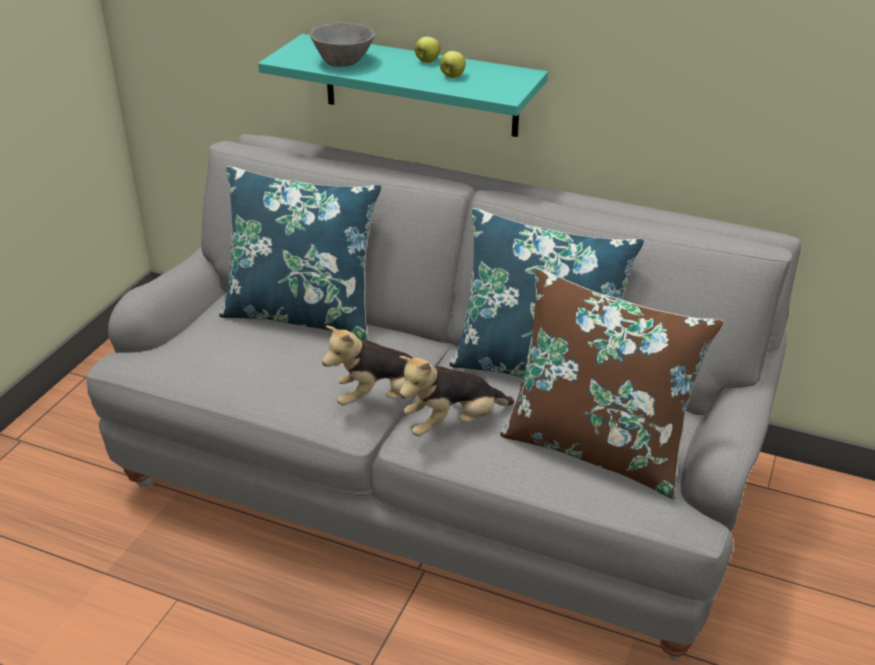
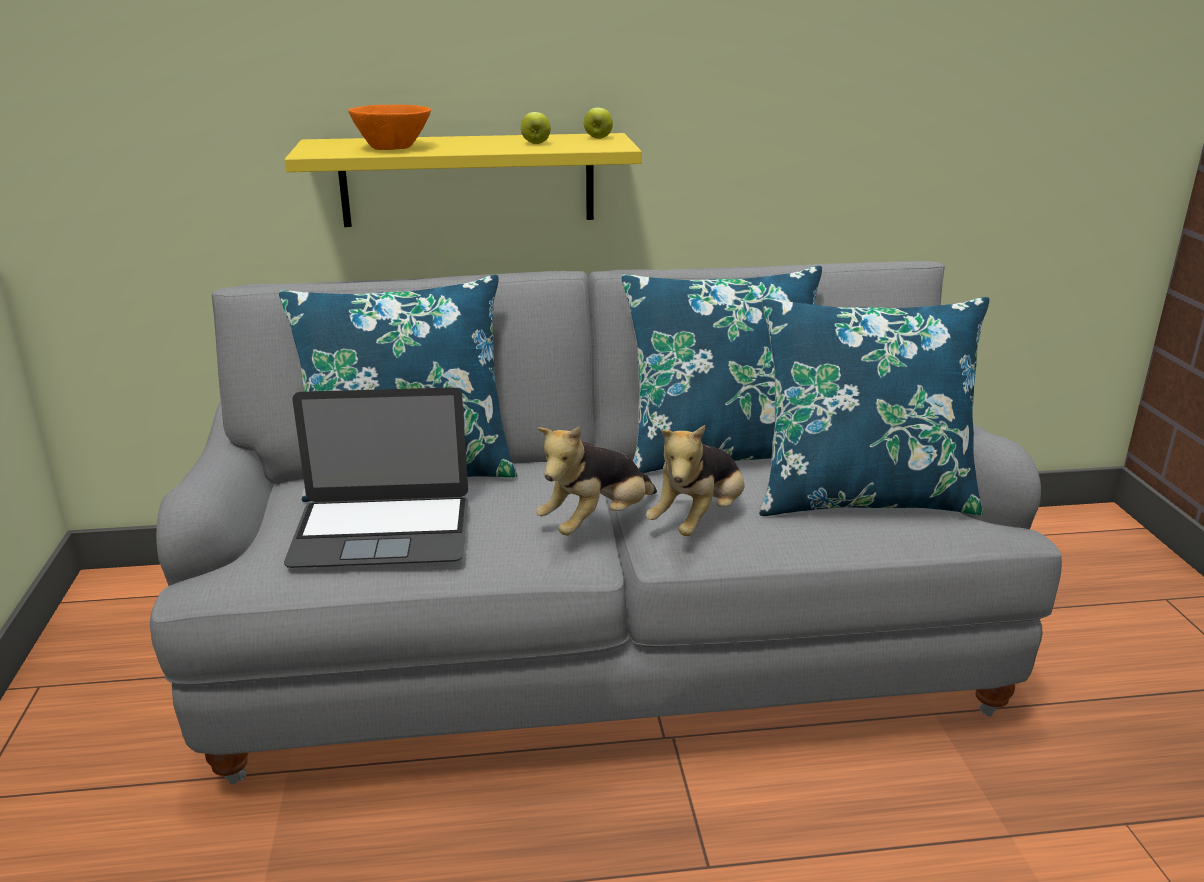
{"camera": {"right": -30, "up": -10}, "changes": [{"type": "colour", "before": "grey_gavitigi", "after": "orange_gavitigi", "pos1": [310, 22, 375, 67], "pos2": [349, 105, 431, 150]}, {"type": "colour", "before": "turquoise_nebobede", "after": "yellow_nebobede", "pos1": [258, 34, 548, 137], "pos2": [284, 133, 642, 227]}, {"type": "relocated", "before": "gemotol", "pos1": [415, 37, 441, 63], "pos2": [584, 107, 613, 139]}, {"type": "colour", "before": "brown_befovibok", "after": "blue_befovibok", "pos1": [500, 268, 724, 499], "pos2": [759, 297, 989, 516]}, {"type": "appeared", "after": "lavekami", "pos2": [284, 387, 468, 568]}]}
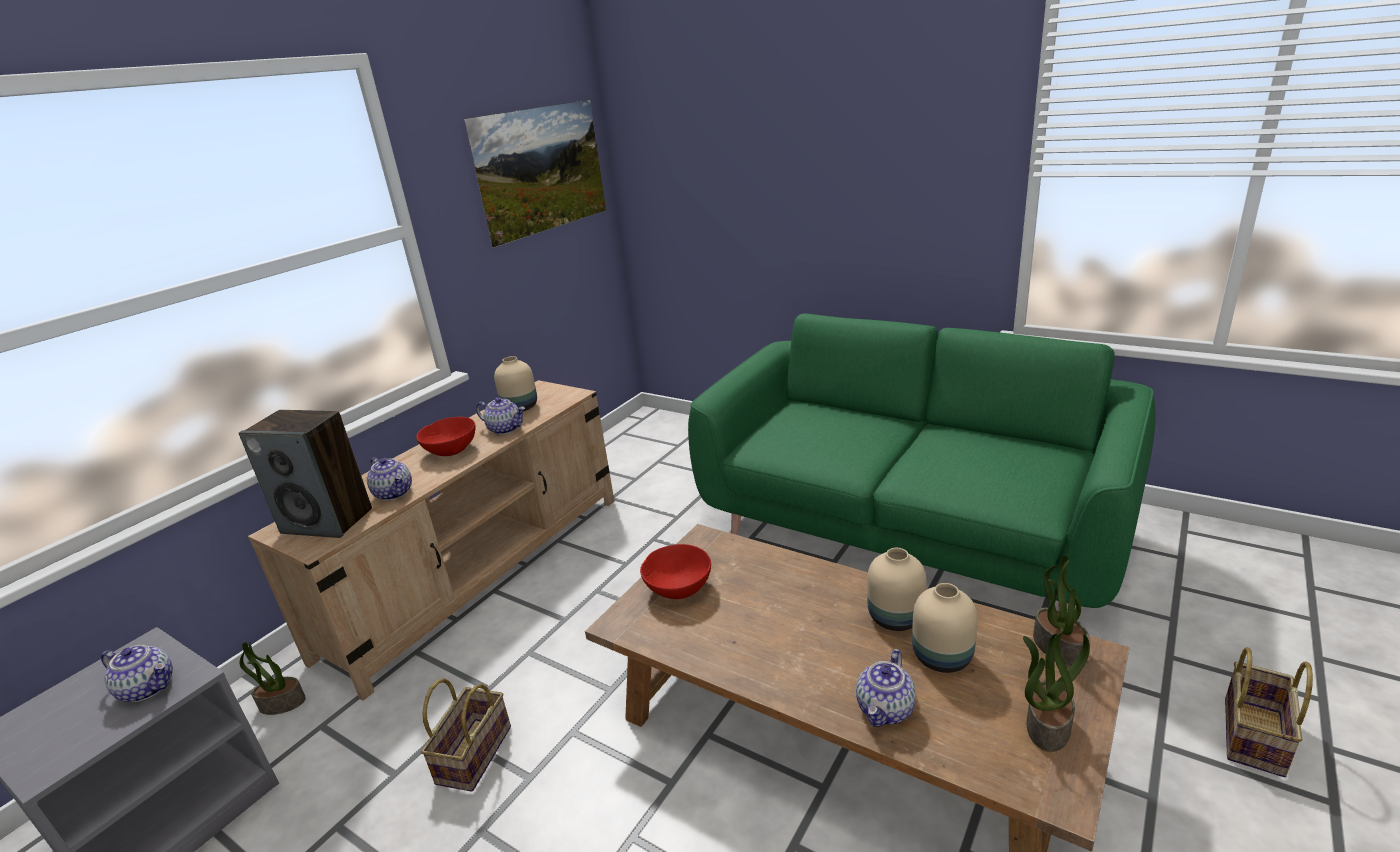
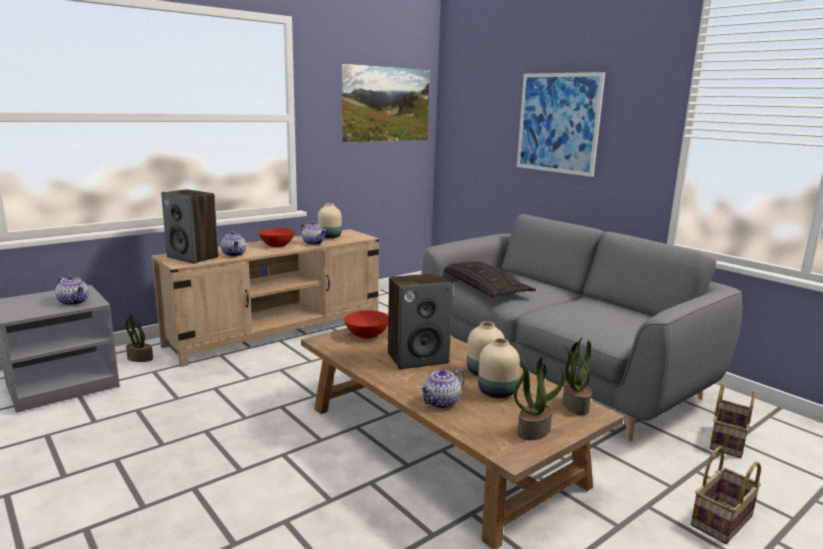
{"camera": {"right": 15, "up": -10}, "changes": [{"type": "colour", "before": "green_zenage", "after": "grey_zenage", "pos1": [688, 313, 1156, 611], "pos2": [422, 214, 742, 441]}, {"type": "relocated", "before": "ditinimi", "pos1": [421, 678, 511, 792], "pos2": [709, 382, 756, 458]}, {"type": "appeared", "after": "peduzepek", "pos2": [517, 72, 605, 177]}, {"type": "appeared", "after": "befovibok", "pos2": [444, 261, 536, 297]}, {"type": "appeared", "after": "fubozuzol", "pos2": [388, 273, 453, 369]}]}
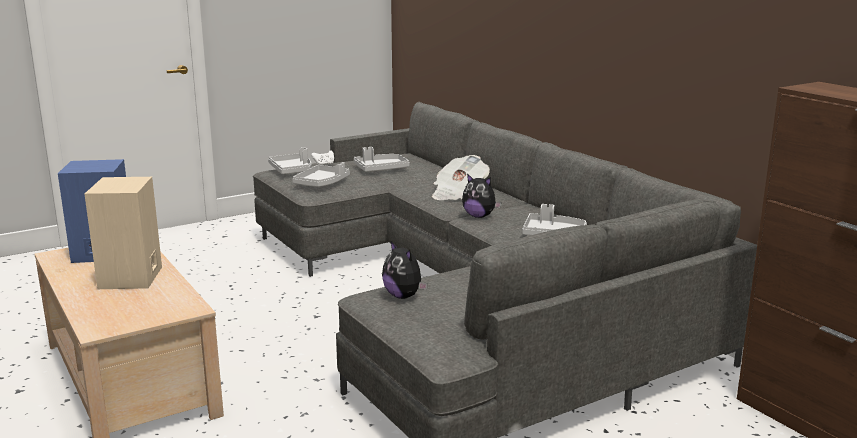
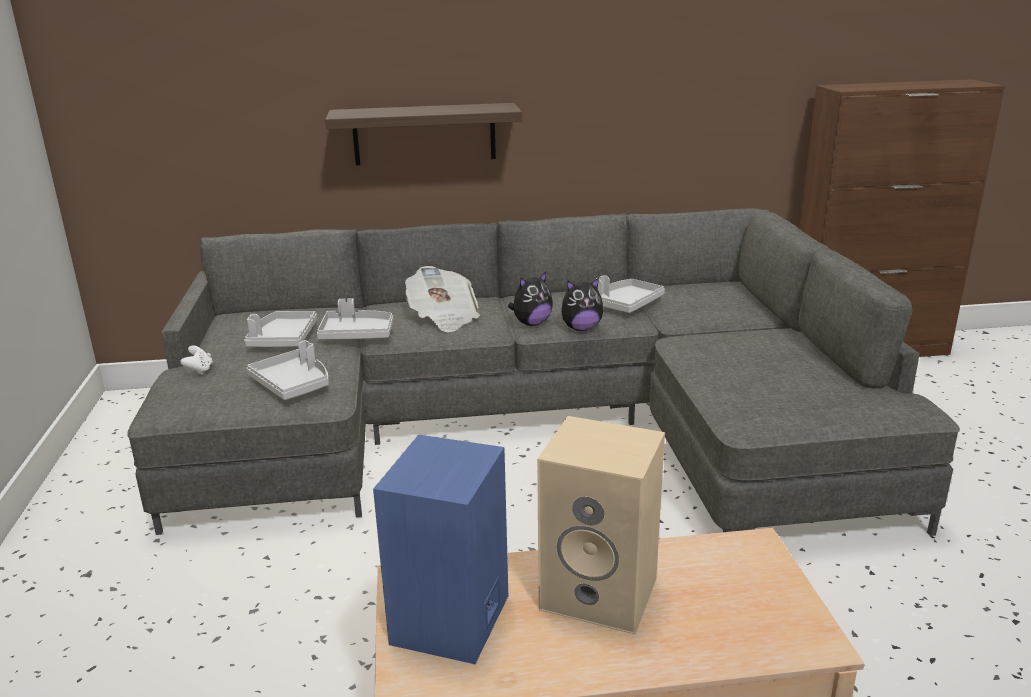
{"camera": {"right": -65, "up": 5}, "changes": [{"type": "relocated", "before": "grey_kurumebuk", "pos1": [268, 147, 311, 174], "pos2": [317, 298, 393, 340]}, {"type": "relocated", "before": "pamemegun", "pos1": [382, 241, 428, 299], "pos2": [561, 278, 604, 331]}, {"type": "appeared", "after": "nebobede", "pos2": [325, 103, 522, 165]}]}
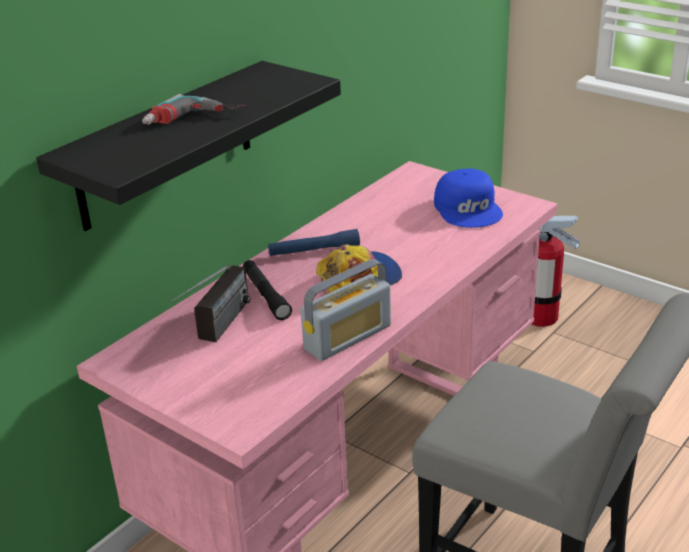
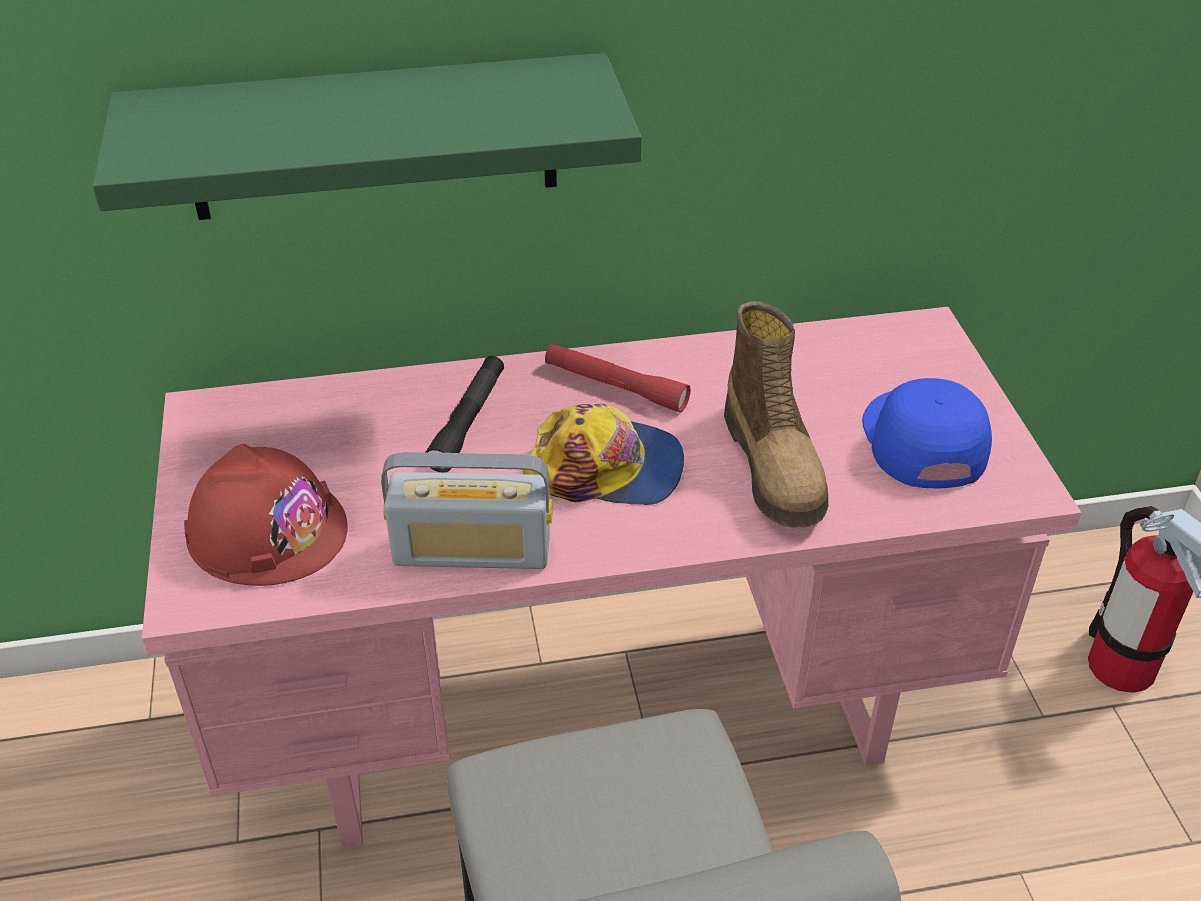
{"camera": {"right": 40, "up": 10}, "changes": [{"type": "colour", "before": "black_nebobede", "after": "green_nebobede", "pos1": [36, 61, 341, 231], "pos2": [92, 53, 642, 220]}, {"type": "missing", "before": "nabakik", "pos1": [142, 94, 247, 125]}, {"type": "spun", "before": "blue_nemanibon", "pos1": [434, 169, 503, 228], "pos2": [862, 378, 992, 488], "turn": 150}, {"type": "colour", "before": "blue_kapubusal", "after": "red_kapubusal", "pos1": [268, 229, 360, 256], "pos2": [545, 344, 691, 413]}, {"type": "missing", "before": "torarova", "pos1": [169, 265, 250, 342]}, {"type": "appeared", "after": "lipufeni", "pos2": [724, 301, 828, 528]}, {"type": "appeared", "after": "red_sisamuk", "pos2": [184, 444, 348, 586]}]}
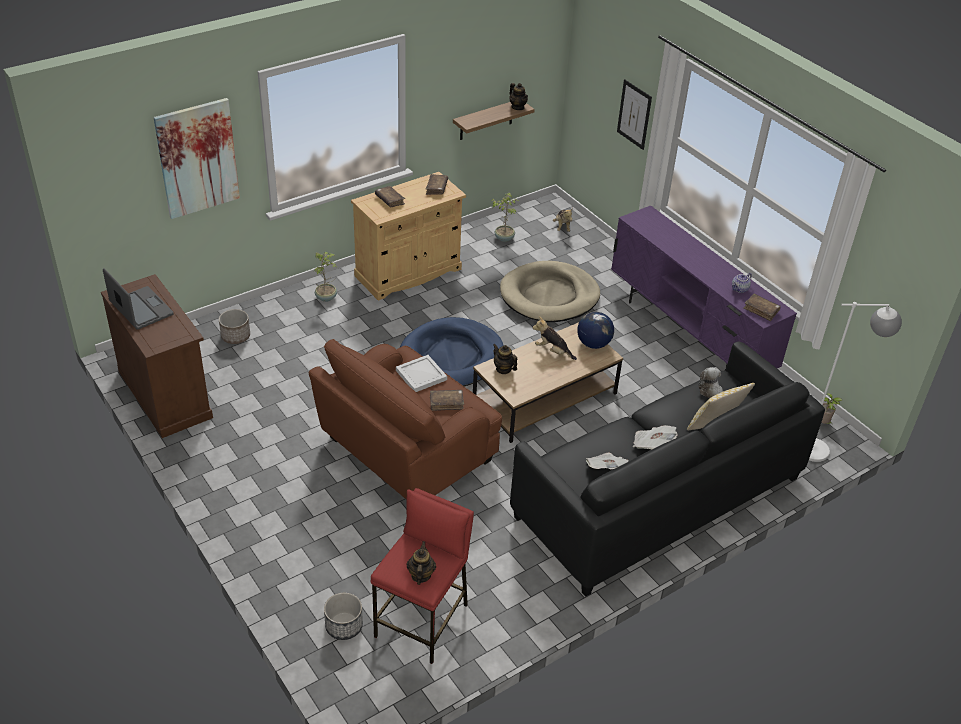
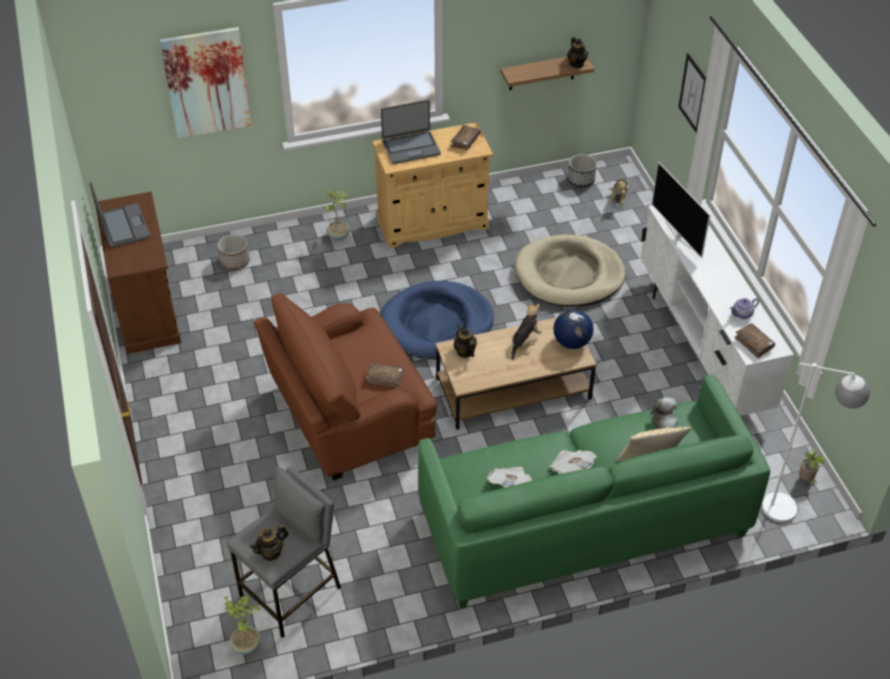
{"camera": {"right": 20, "up": 5}, "changes": [{"type": "exchanged", "before": "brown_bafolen", "after": "lavekami", "pos1": [375, 186, 405, 207], "pos2": [381, 100, 441, 164]}, {"type": "relocated", "before": "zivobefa", "pos1": [491, 193, 519, 242], "pos2": [224, 595, 262, 655]}, {"type": "colour", "before": "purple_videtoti", "after": "white_videtoti", "pos1": [611, 206, 797, 371], "pos2": [641, 205, 794, 416]}, {"type": "spun", "before": "pamemegun", "pos1": [533, 316, 577, 360], "pos2": [511, 303, 542, 360], "turn": 75}, {"type": "colour", "before": "black_zenage", "after": "green_zenage", "pos1": [510, 341, 825, 597], "pos2": [418, 374, 770, 608]}, {"type": "missing", "before": "white_kurumebuk", "pos1": [396, 355, 447, 392]}, {"type": "colour", "before": "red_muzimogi", "after": "grey_muzimogi", "pos1": [370, 488, 474, 664], "pos2": [227, 466, 341, 638]}, {"type": "spun", "before": "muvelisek", "pos1": [406, 541, 436, 585], "pos2": [250, 524, 288, 561], "turn": -150}, {"type": "relocated", "before": "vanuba", "pos1": [324, 593, 363, 640], "pos2": [568, 154, 597, 188]}, {"type": "appeared", "after": "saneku", "pos2": [652, 162, 711, 258]}]}
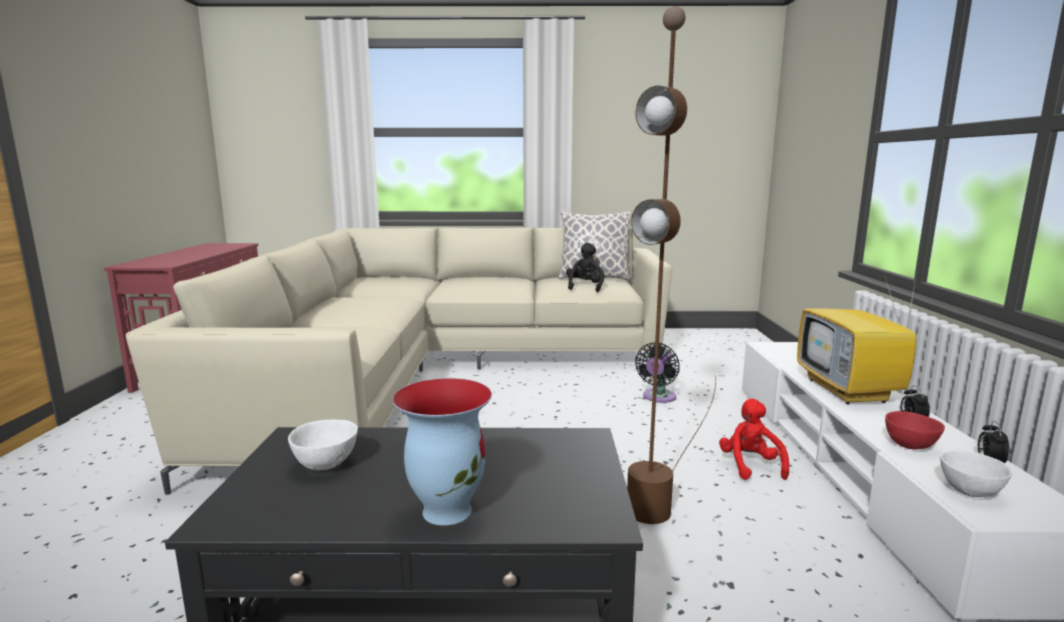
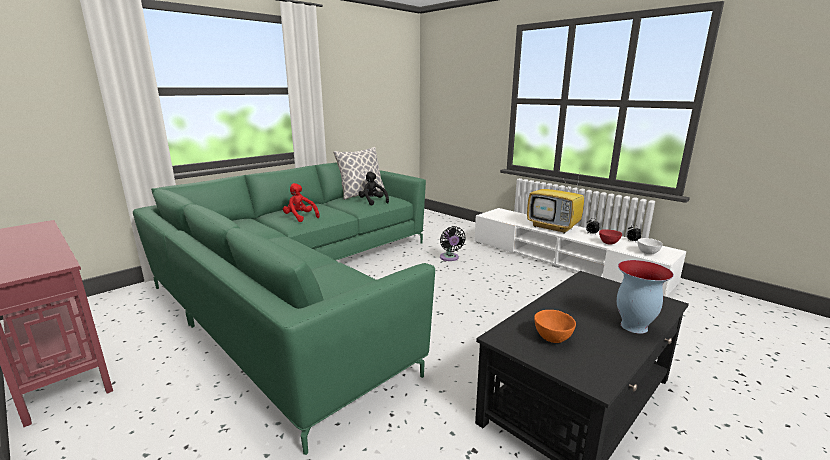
{"camera": {"right": -45, "up": 5}, "changes": [{"type": "missing", "before": "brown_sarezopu", "pos1": [627, 6, 716, 524]}, {"type": "colour", "before": "beige_zenage", "after": "green_zenage", "pos1": [126, 227, 672, 495], "pos2": [133, 162, 435, 455]}, {"type": "relocated", "before": "red_pamemegun", "pos1": [719, 398, 789, 480], "pos2": [283, 183, 320, 222]}, {"type": "colour", "before": "white_gavitigi", "after": "orange_gavitigi", "pos1": [288, 420, 358, 470], "pos2": [534, 310, 576, 343]}]}
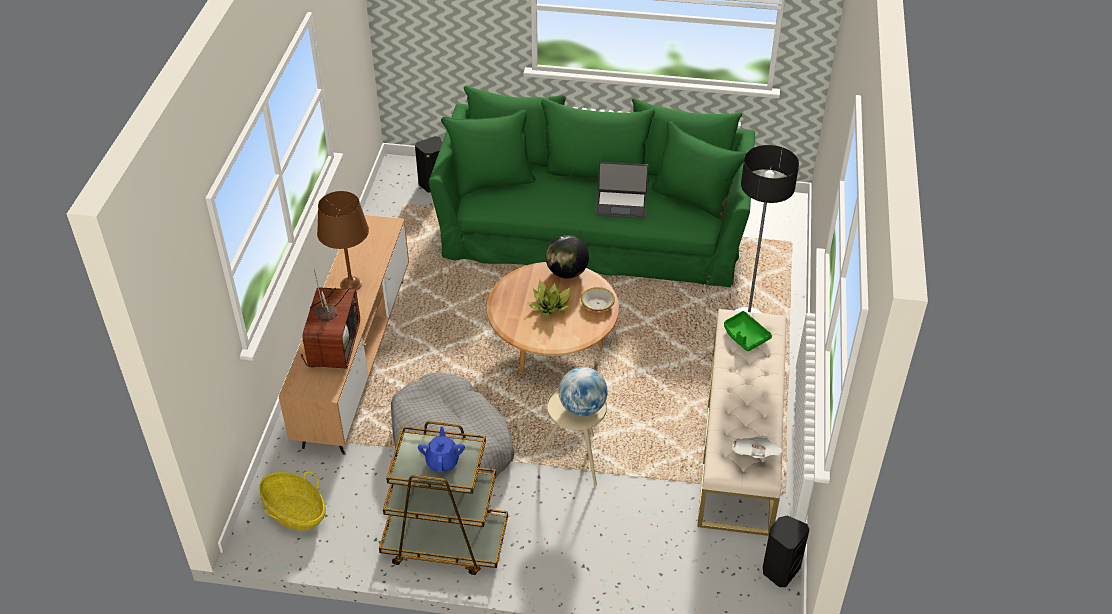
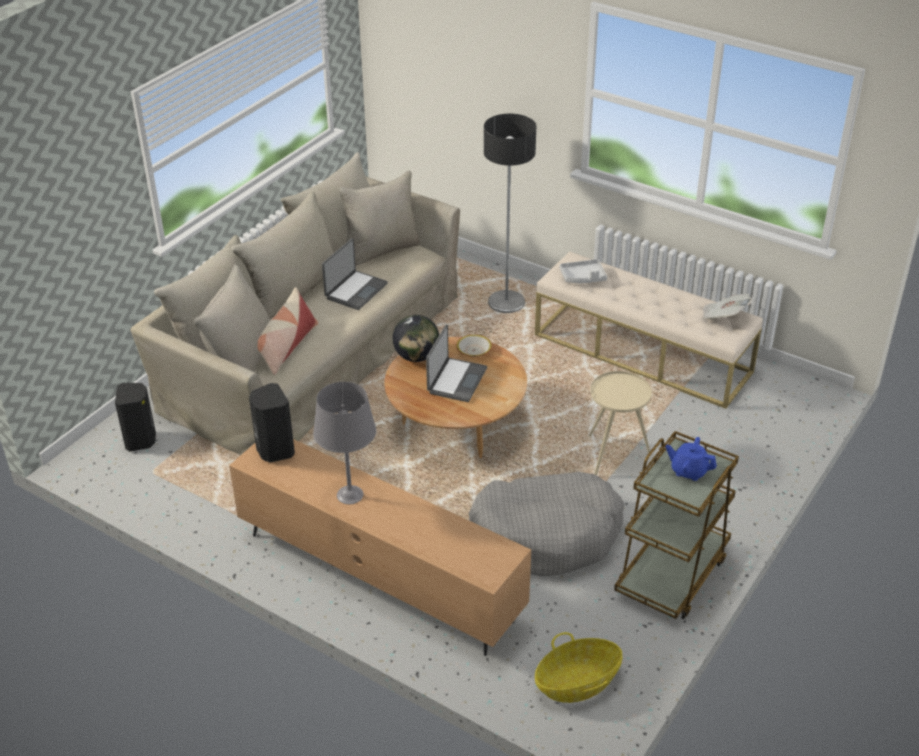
{"camera": {"right": -65, "up": -5}, "changes": [{"type": "colour", "before": "green_zenage", "after": "beige_zenage", "pos1": [429, 86, 755, 287], "pos2": [130, 152, 460, 455]}, {"type": "colour", "before": "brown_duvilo", "after": "grey_duvilo", "pos1": [317, 191, 369, 290], "pos2": [313, 382, 376, 504]}, {"type": "missing", "before": "saneku", "pos1": [301, 269, 360, 368]}, {"type": "exchanged", "before": "zivobefa", "after": "lavekami", "pos1": [528, 280, 571, 317], "pos2": [426, 325, 487, 402]}, {"type": "colour", "before": "green_kurumebuk", "after": "grey_kurumebuk", "pos1": [724, 311, 772, 352], "pos2": [560, 259, 607, 283]}, {"type": "missing", "before": "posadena", "pos1": [559, 367, 608, 416]}, {"type": "relocated", "before": "black_fubozuzol", "pos1": [763, 515, 809, 587], "pos2": [249, 383, 295, 462]}, {"type": "appeared", "after": "befovibok", "pos2": [258, 287, 318, 375]}]}
